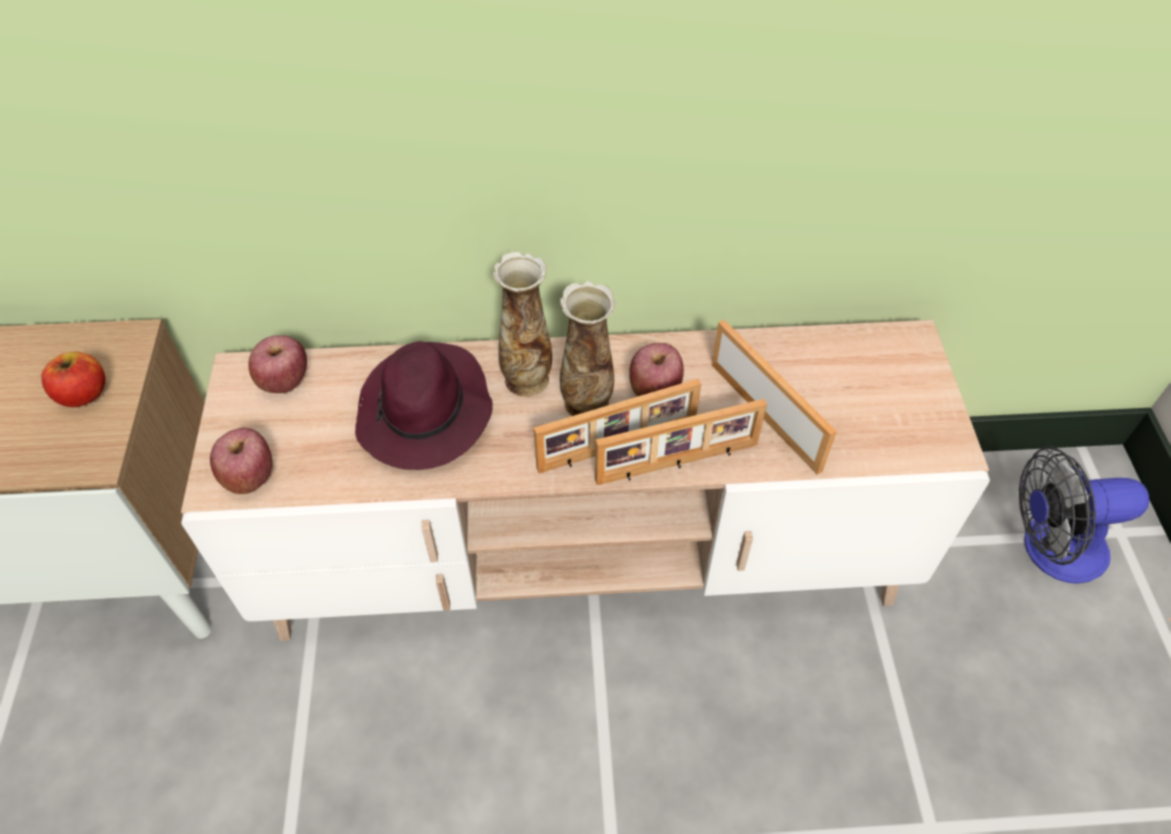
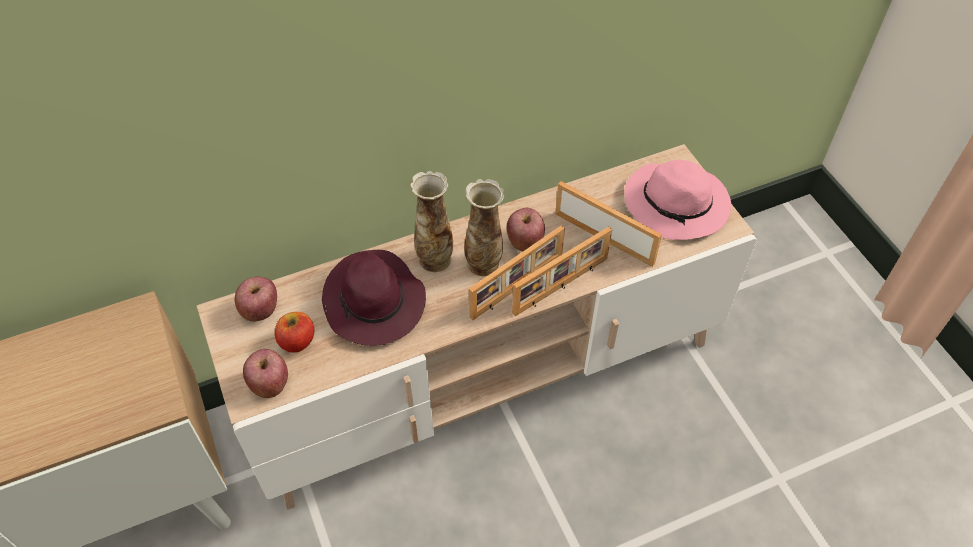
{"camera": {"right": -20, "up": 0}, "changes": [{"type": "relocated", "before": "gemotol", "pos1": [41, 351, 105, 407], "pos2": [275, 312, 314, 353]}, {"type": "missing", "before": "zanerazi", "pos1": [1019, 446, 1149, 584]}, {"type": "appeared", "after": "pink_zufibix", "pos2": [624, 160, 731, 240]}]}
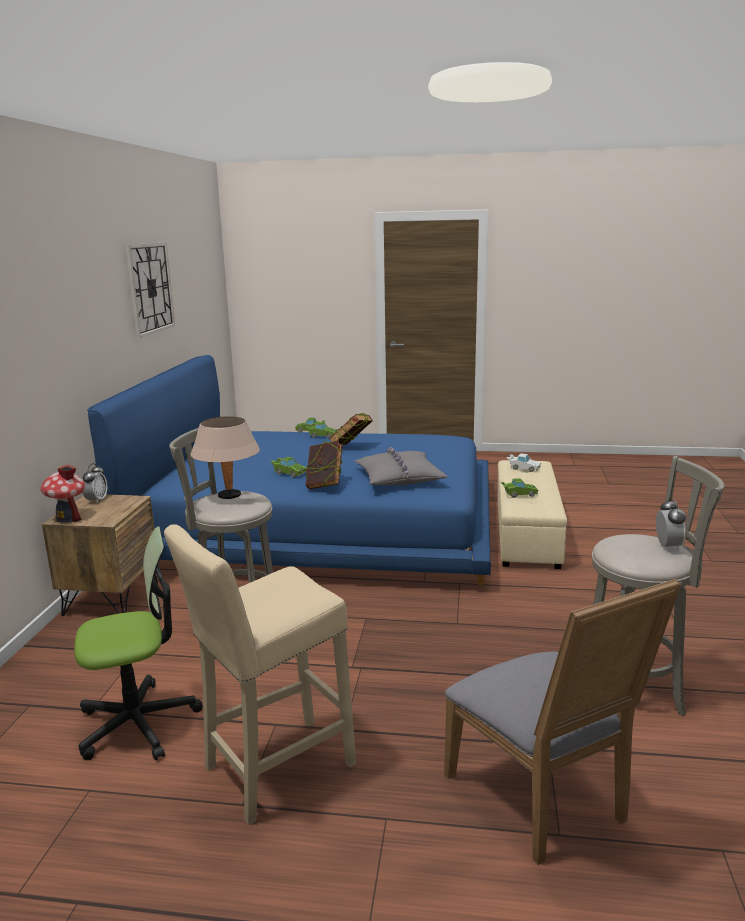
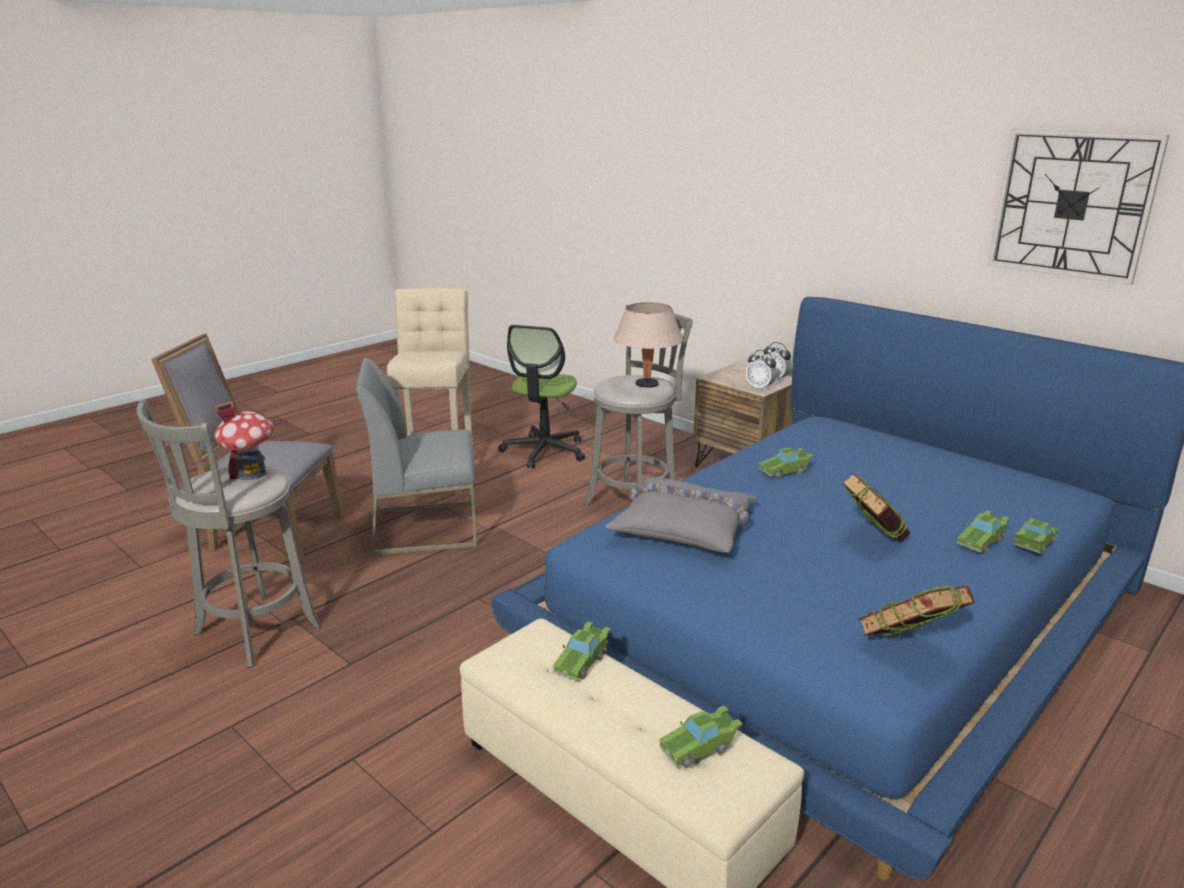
{"camera": {"right": 125, "up": 5}, "changes": [{"type": "relocated", "before": "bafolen", "pos1": [305, 441, 343, 489], "pos2": [858, 585, 975, 636]}, {"type": "colour", "before": "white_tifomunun", "after": "green_tifomunun", "pos1": [507, 453, 541, 472], "pos2": [659, 705, 742, 768]}, {"type": "relocated", "before": "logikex", "pos1": [41, 464, 85, 523], "pos2": [214, 401, 274, 480]}, {"type": "relocated", "before": "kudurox", "pos1": [656, 497, 686, 551], "pos2": [746, 350, 777, 391]}, {"type": "appeared", "after": "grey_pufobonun", "pos2": [356, 358, 477, 555]}]}
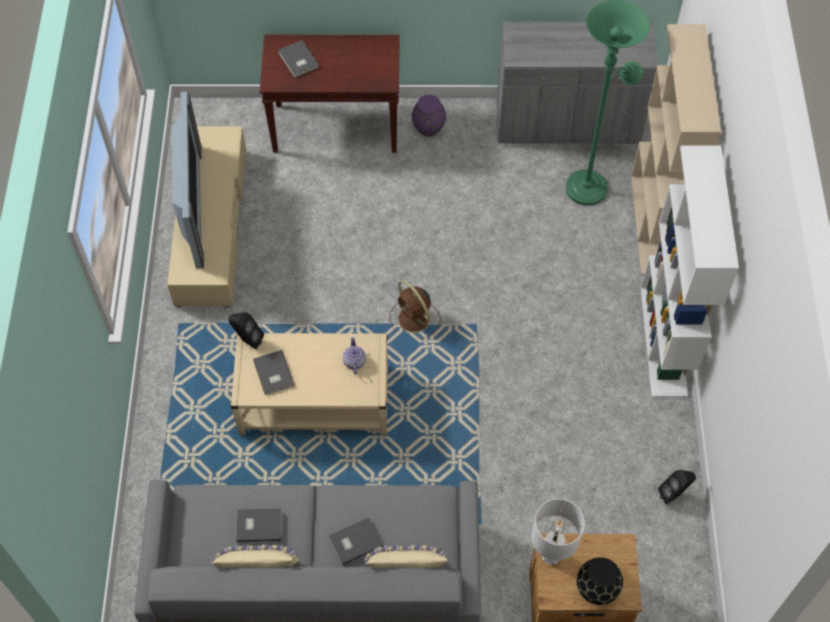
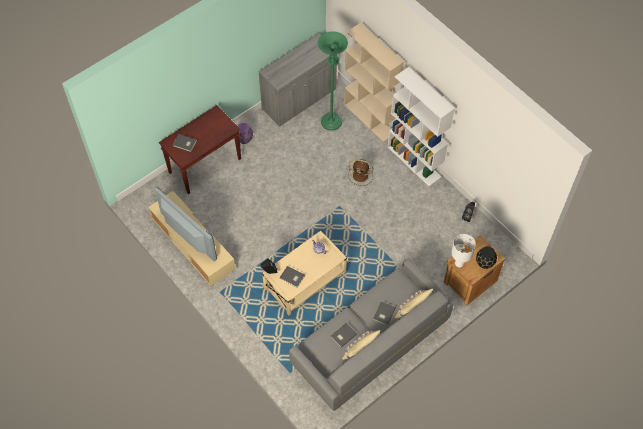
{"camera": {"right": -40, "up": 0}, "changes": [{"type": "relocated", "before": "brown_zanerazi", "pos1": [390, 280, 441, 340], "pos2": [348, 159, 373, 186]}]}
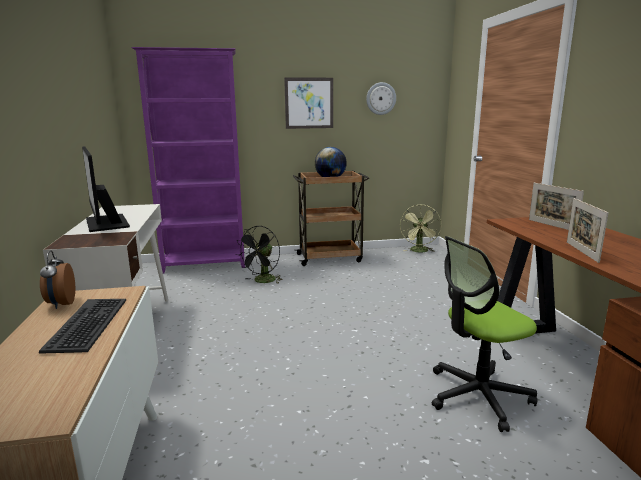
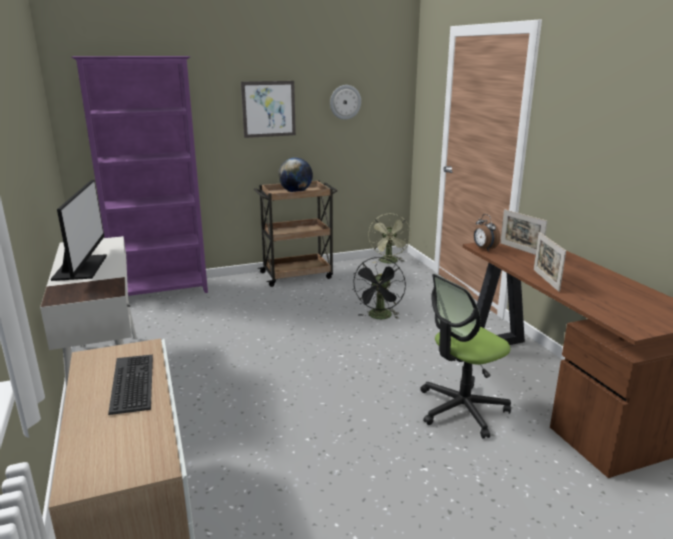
{"camera": {"right": -10, "up": 5}, "changes": [{"type": "spun", "before": "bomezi", "pos1": [82, 146, 130, 232], "pos2": [51, 180, 107, 281], "turn": -150}, {"type": "relocated", "before": "black_zanerazi", "pos1": [236, 226, 283, 284], "pos2": [353, 257, 406, 319]}, {"type": "relocated", "before": "kudurox", "pos1": [40, 250, 75, 309], "pos2": [474, 214, 500, 251]}]}
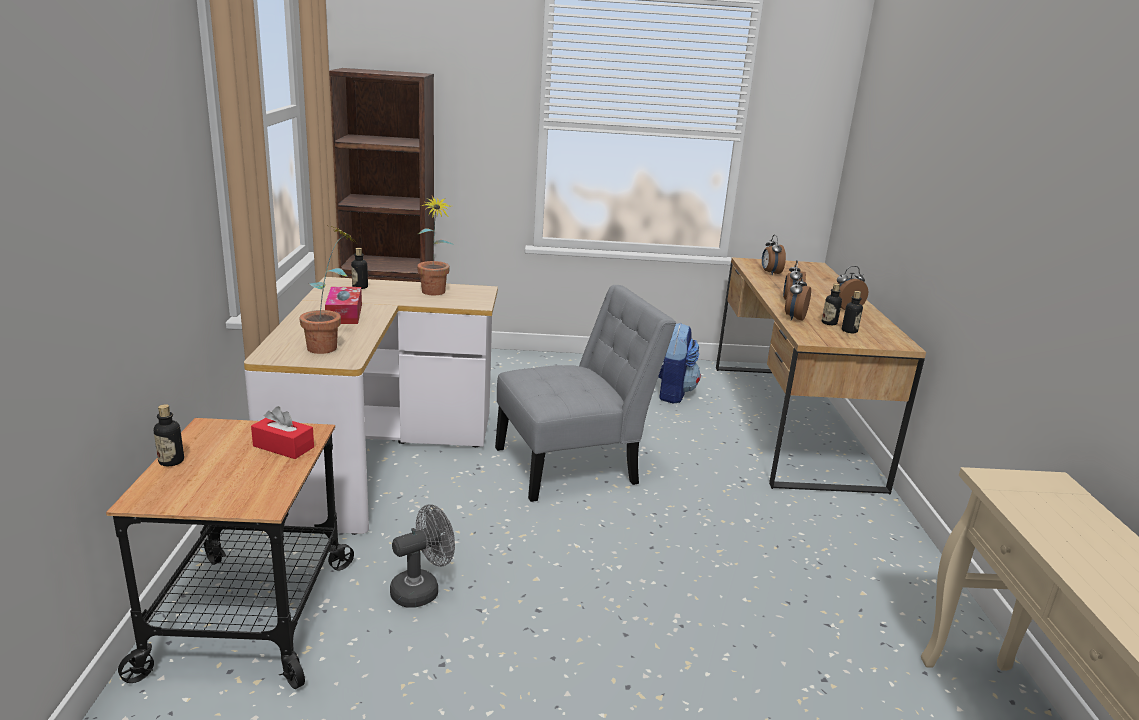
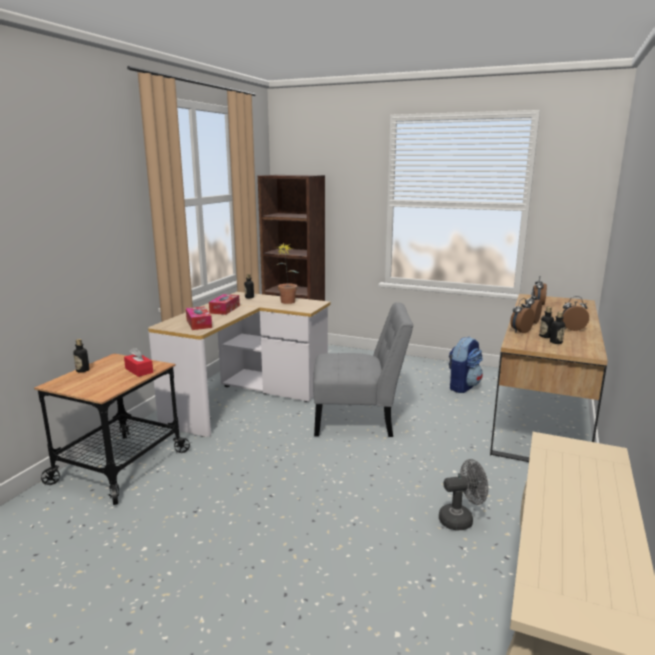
{"camera": {"right": 25, "up": -5}, "changes": [{"type": "exchanged", "before": "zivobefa", "after": "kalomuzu", "pos1": [299, 226, 356, 354], "pos2": [186, 306, 212, 330]}, {"type": "relocated", "before": "grey_zanerazi", "pos1": [390, 504, 455, 608], "pos2": [439, 459, 488, 531]}]}
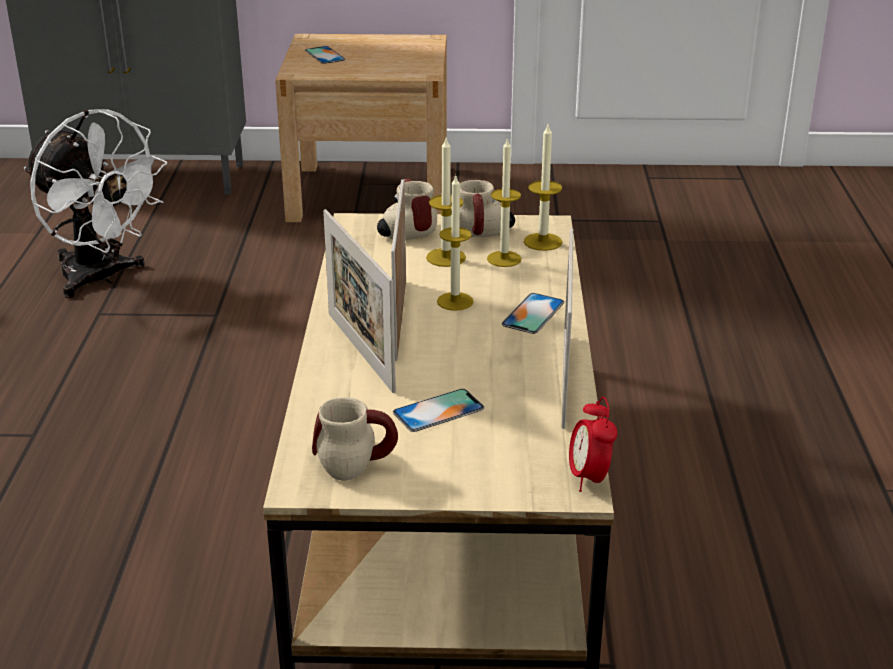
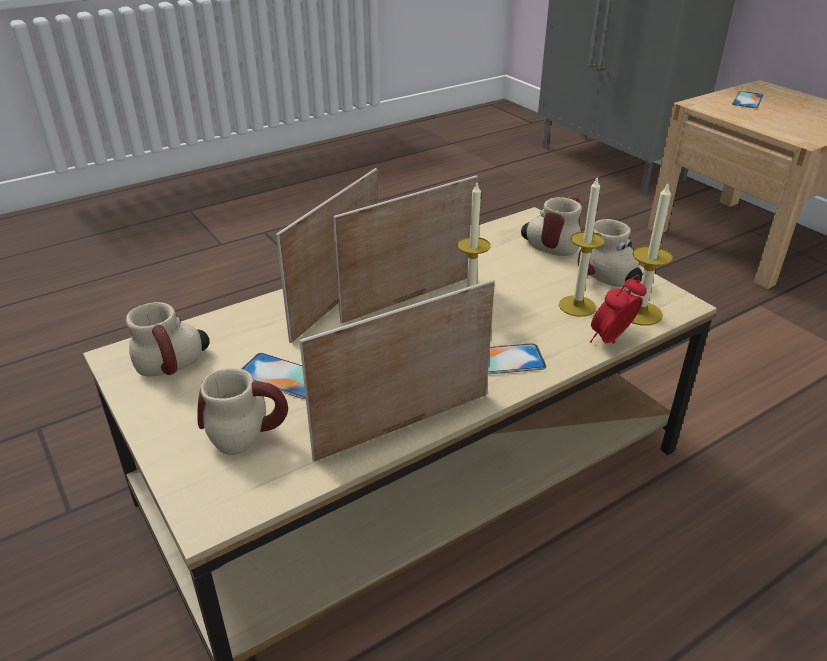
{"camera": {"right": 55, "up": 5}, "changes": [{"type": "missing", "before": "white_zanerazi", "pos1": [24, 109, 167, 299]}, {"type": "missing", "before": "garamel", "pos1": [426, 138, 466, 267]}, {"type": "relocated", "before": "kudurox", "pos1": [569, 397, 618, 492], "pos2": [590, 275, 647, 344]}, {"type": "appeared", "after": "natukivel", "pos2": [197, 368, 288, 455]}]}
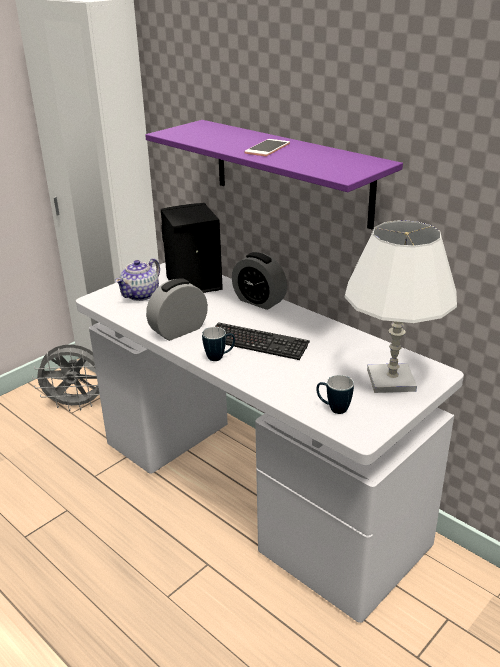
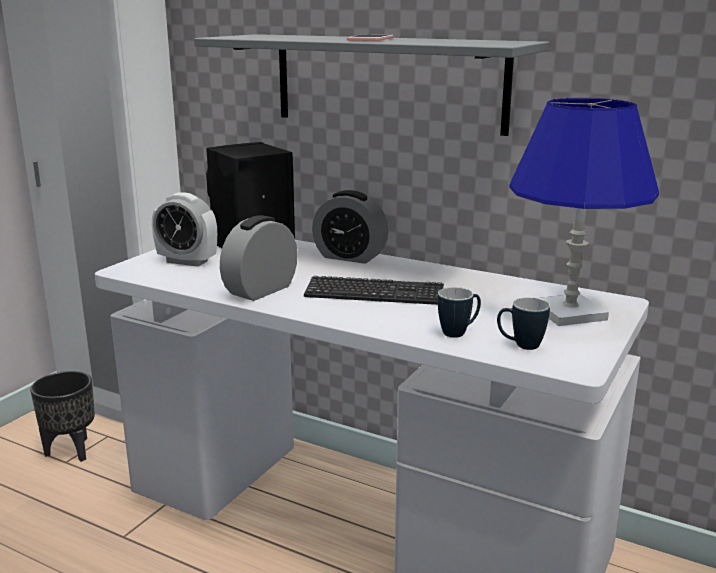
{"camera": {"right": -15, "up": -10}, "changes": [{"type": "colour", "before": "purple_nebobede", "after": "grey_nebobede", "pos1": [145, 120, 403, 229], "pos2": [194, 34, 549, 136]}, {"type": "colour", "before": "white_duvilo", "after": "blue_duvilo", "pos1": [345, 220, 457, 393], "pos2": [509, 98, 659, 326]}, {"type": "exchanged", "before": "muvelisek", "after": "kudurox", "pos1": [115, 258, 160, 301], "pos2": [152, 192, 217, 267]}, {"type": "relocated", "before": "natukivel", "pos1": [202, 327, 235, 361], "pos2": [438, 287, 481, 338]}, {"type": "exchanged", "before": "grey_zanerazi", "after": "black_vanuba", "pos1": [32, 344, 100, 411], "pos2": [30, 371, 95, 462]}]}
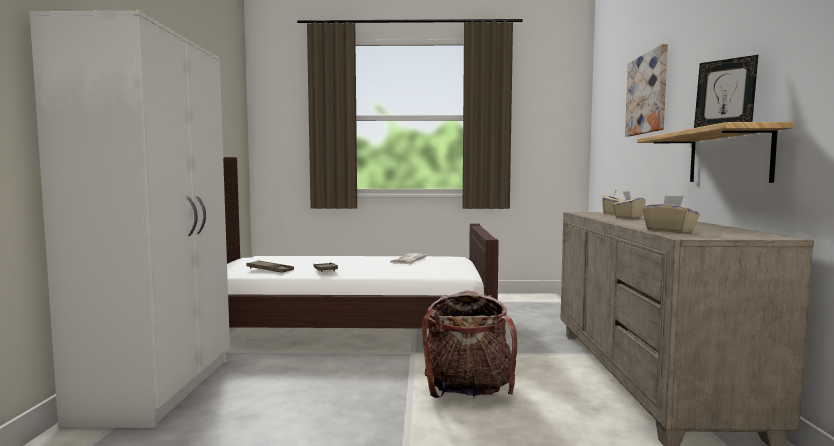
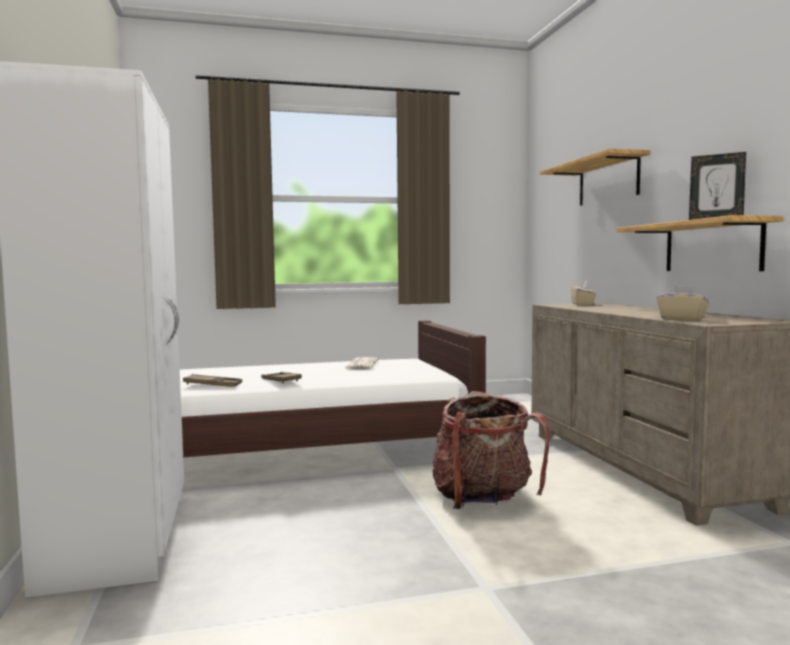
{"camera": {"right": -15, "up": 0}, "changes": [{"type": "exchanged", "before": "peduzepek", "after": "nebobede", "pos1": [625, 44, 668, 137], "pos2": [540, 148, 650, 206]}, {"type": "missing", "before": "beige_kalomuzu", "pos1": [613, 191, 646, 219]}]}
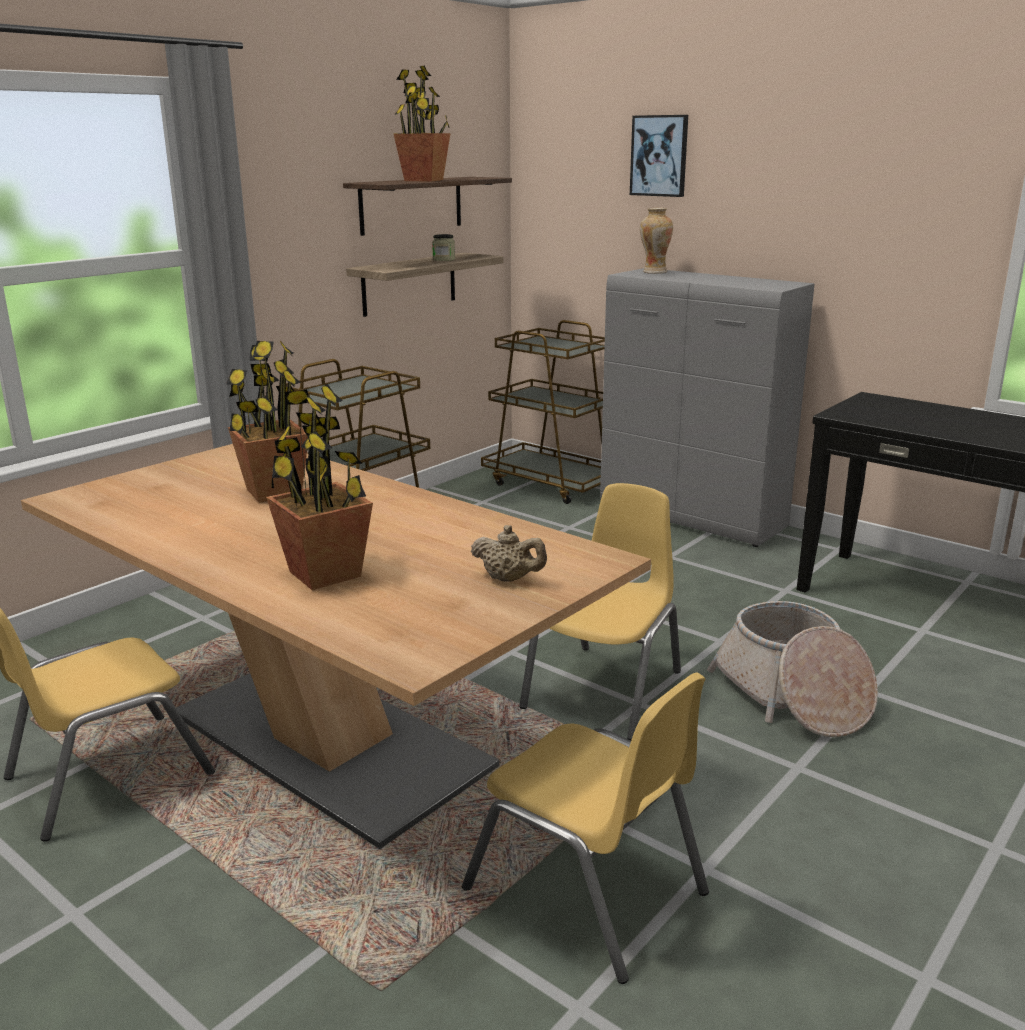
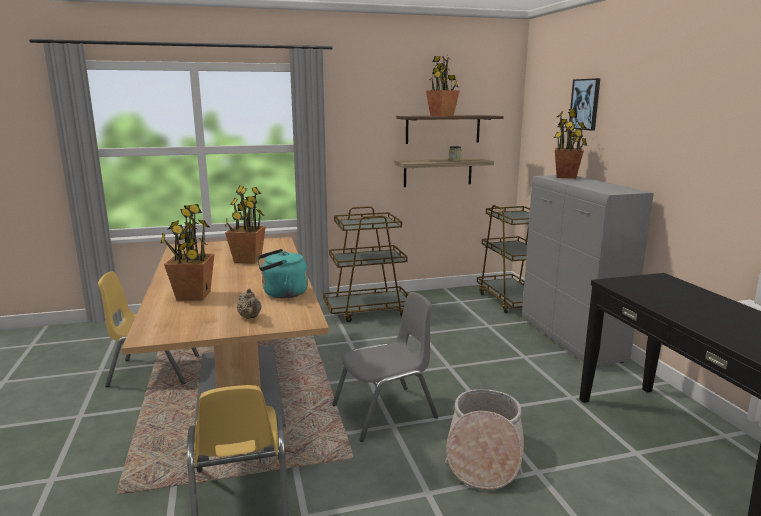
{"camera": {"right": 35, "up": -5}, "changes": [{"type": "exchanged", "before": "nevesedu", "after": "zivobefa", "pos1": [640, 208, 673, 274], "pos2": [554, 109, 587, 179]}, {"type": "colour", "before": "yellow_pufobonun", "after": "grey_pufobonun", "pos1": [519, 483, 681, 740], "pos2": [332, 292, 438, 442]}, {"type": "appeared", "after": "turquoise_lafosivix", "pos2": [257, 249, 308, 298]}]}
